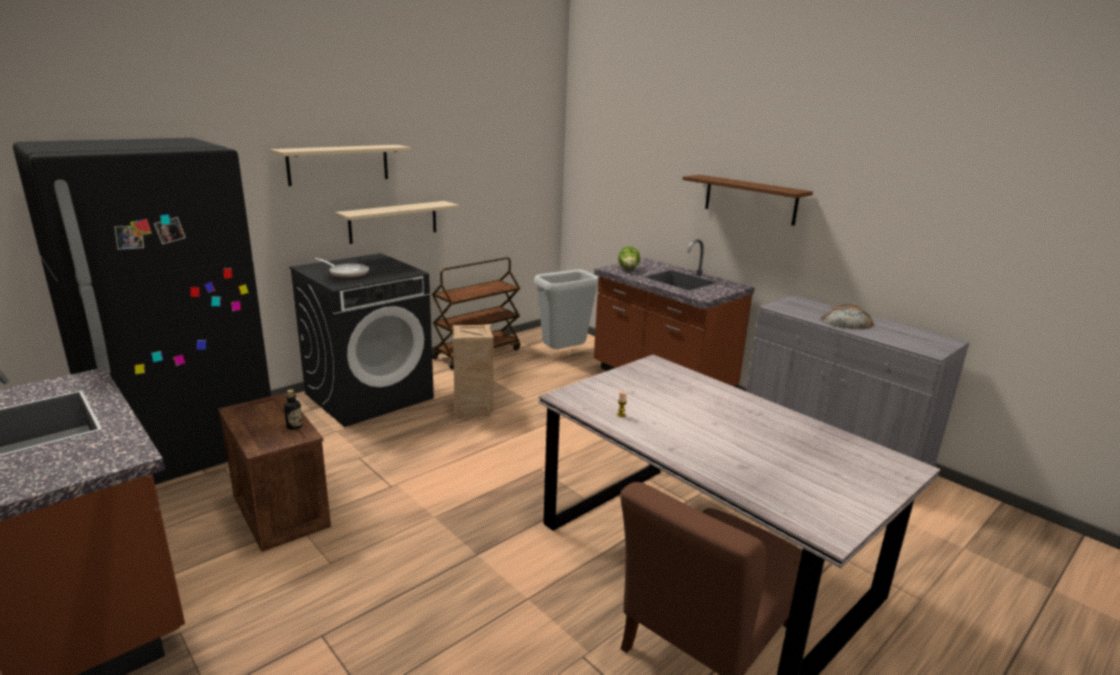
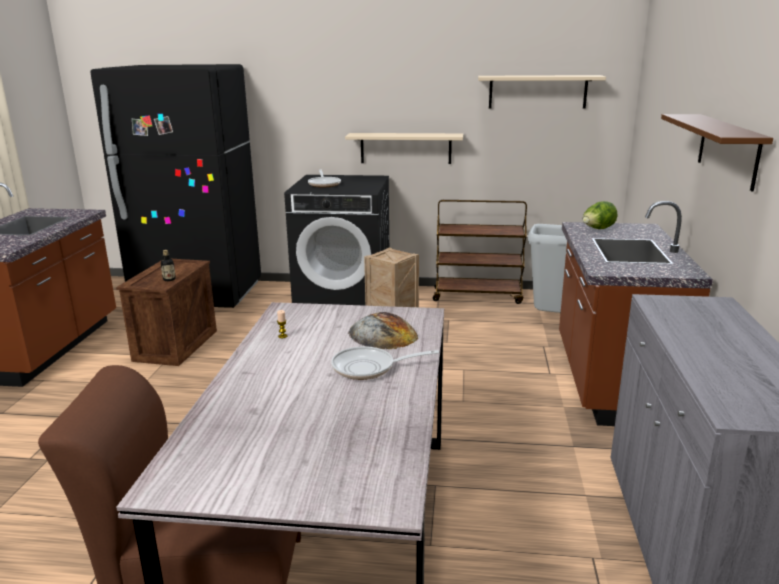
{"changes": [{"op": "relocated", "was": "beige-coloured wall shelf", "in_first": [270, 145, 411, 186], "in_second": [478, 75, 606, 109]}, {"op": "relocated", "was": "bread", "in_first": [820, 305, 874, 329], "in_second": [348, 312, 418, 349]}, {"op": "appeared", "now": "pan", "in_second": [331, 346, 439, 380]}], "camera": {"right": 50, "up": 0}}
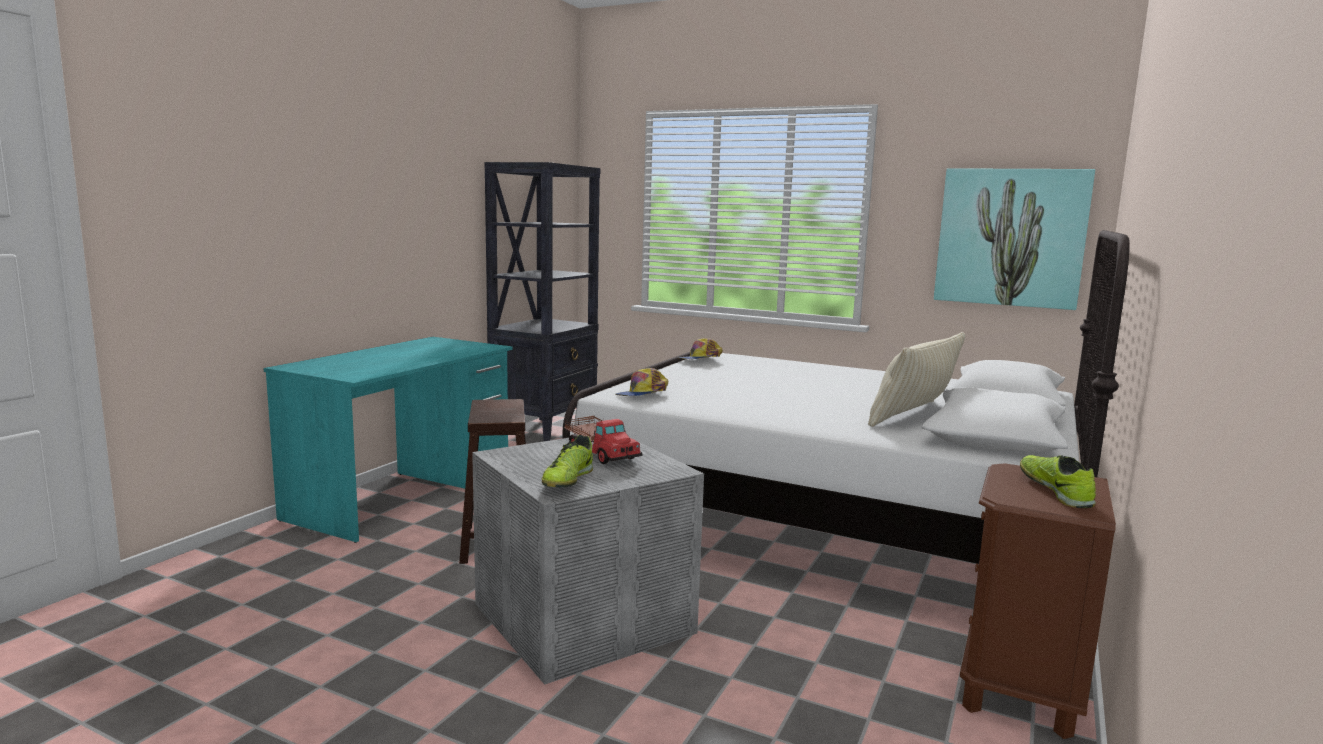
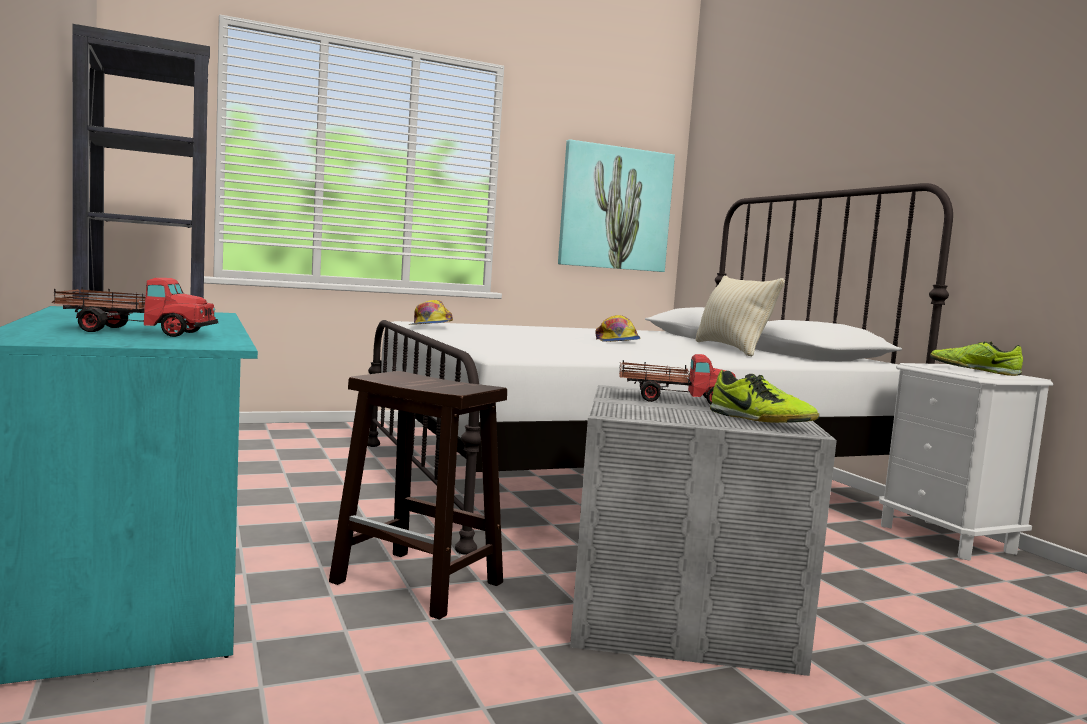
{"changes": [{"op": "relocated", "was": "baseball cap", "in_first": [615, 368, 668, 396], "in_second": [595, 315, 640, 342]}, {"op": "colour", "was": "brownish night table", "now": "white night table", "in_first": [960, 463, 1116, 739], "in_second": [879, 363, 1053, 561]}, {"op": "appeared", "now": "toy lorry", "in_second": [51, 278, 218, 337]}], "camera": {"right": -50, "up": -5}}
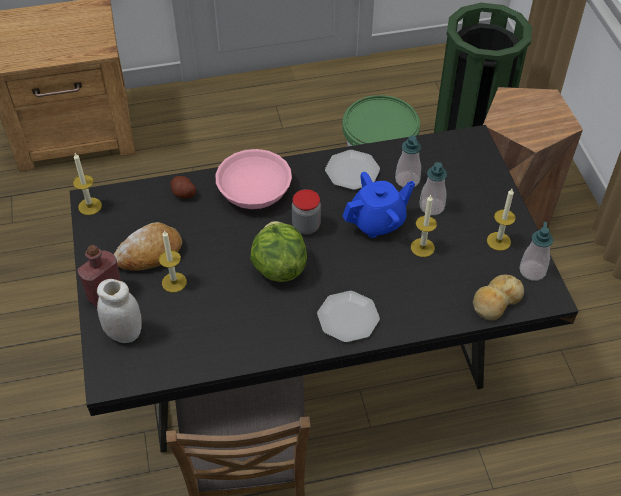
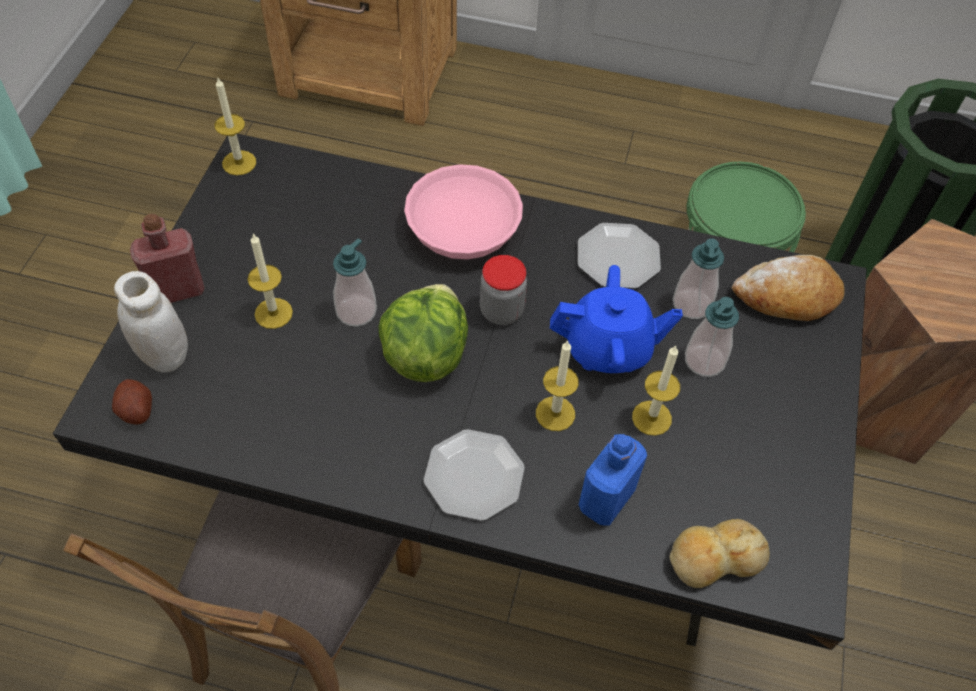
{"changes": [{"op": "relocated", "was": "bread", "in_first": [113, 222, 182, 271], "in_second": [732, 255, 845, 321]}, {"op": "relocated", "was": "whole potato", "in_first": [170, 176, 196, 199], "in_second": [112, 379, 152, 425]}, {"op": "relocated", "was": "wax candle", "in_first": [487, 189, 516, 251], "in_second": [536, 340, 579, 431]}, {"op": "relocated", "was": "liquid soap bottle", "in_first": [519, 222, 553, 281], "in_second": [333, 238, 377, 326]}, {"op": "appeared", "now": "blue drink bottle", "in_second": [579, 434, 647, 526]}], "camera": {"right": 25, "up": 5}}
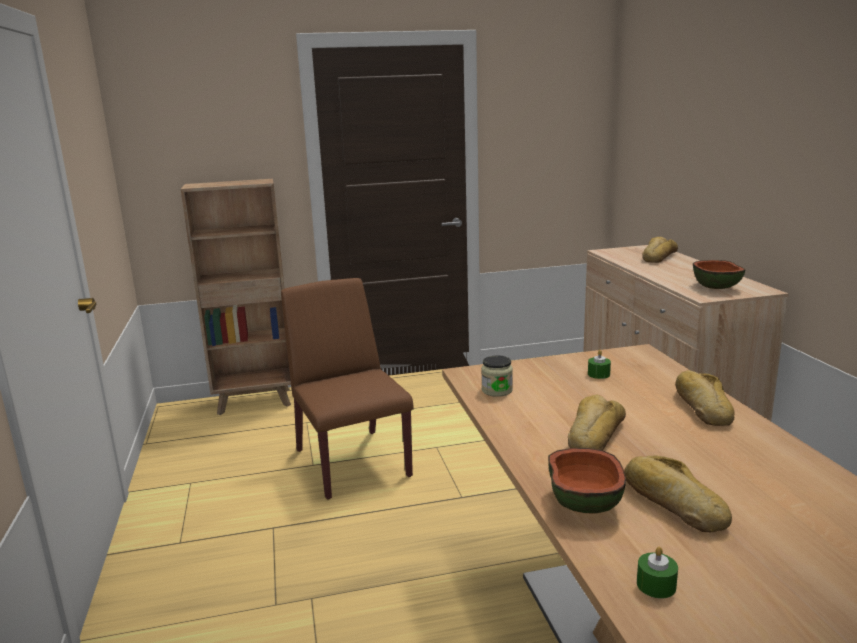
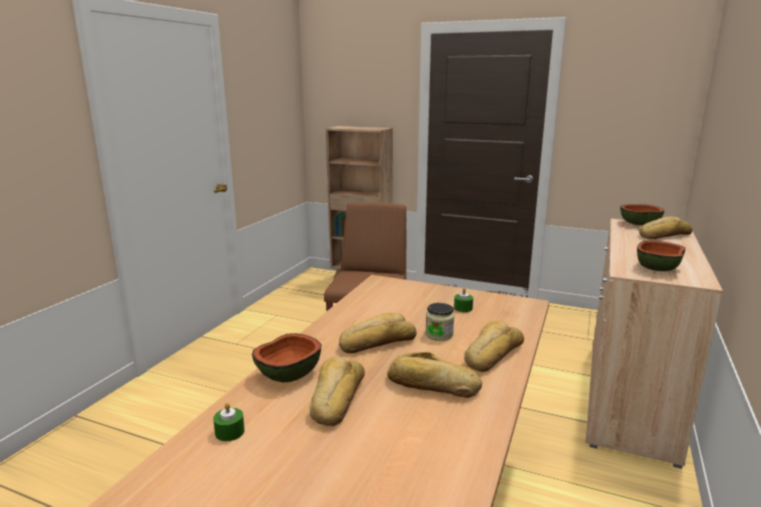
{"changes": [{"op": "relocated", "was": "storage jar", "in_first": [481, 355, 513, 397], "in_second": [425, 303, 454, 341]}, {"op": "appeared", "now": "bread", "in_second": [387, 352, 482, 398]}, {"op": "appeared", "now": "deep dish", "in_second": [620, 204, 664, 225]}], "camera": {"right": 35, "up": 0}}
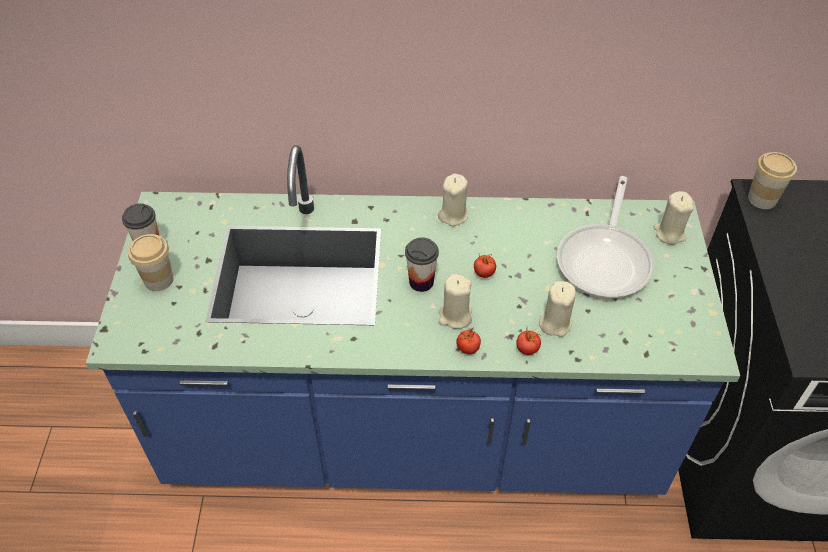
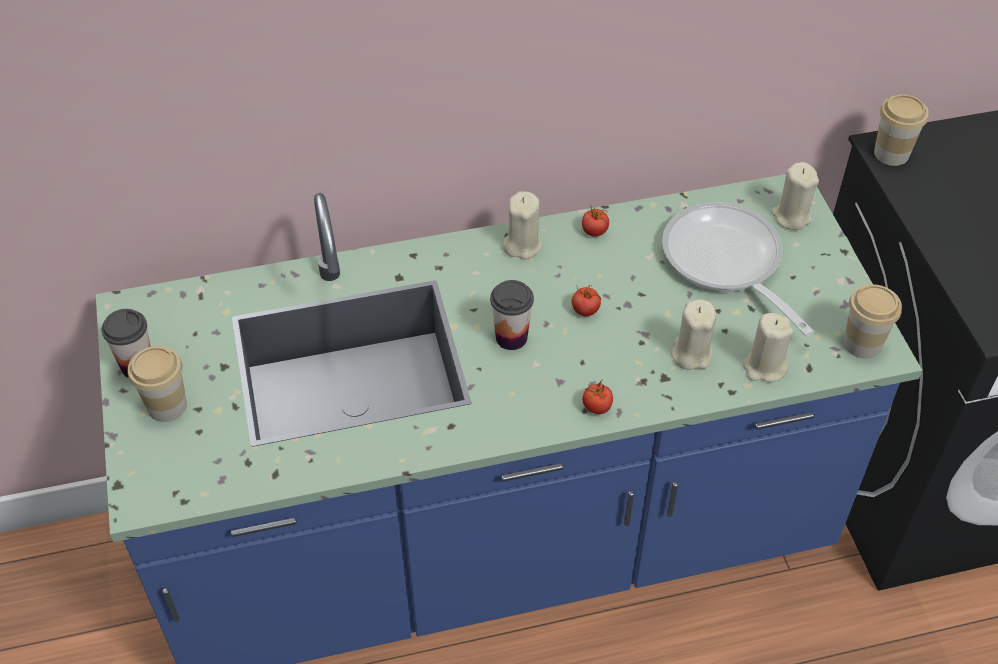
{"changes": [{"op": "relocated", "was": "beige-coloured wax candle", "in_first": [439, 274, 472, 329], "in_second": [743, 313, 793, 382]}, {"op": "relocated", "was": "fresh tomato", "in_first": [516, 330, 541, 355], "in_second": [582, 208, 609, 237]}, {"op": "spun", "was": "pan", "in_first": [557, 176, 654, 298], "in_second": [662, 202, 814, 336], "clockwise": 150}, {"op": "appeared", "now": "cup", "in_second": [844, 284, 902, 359]}], "camera": {"right": -15, "up": 0}}
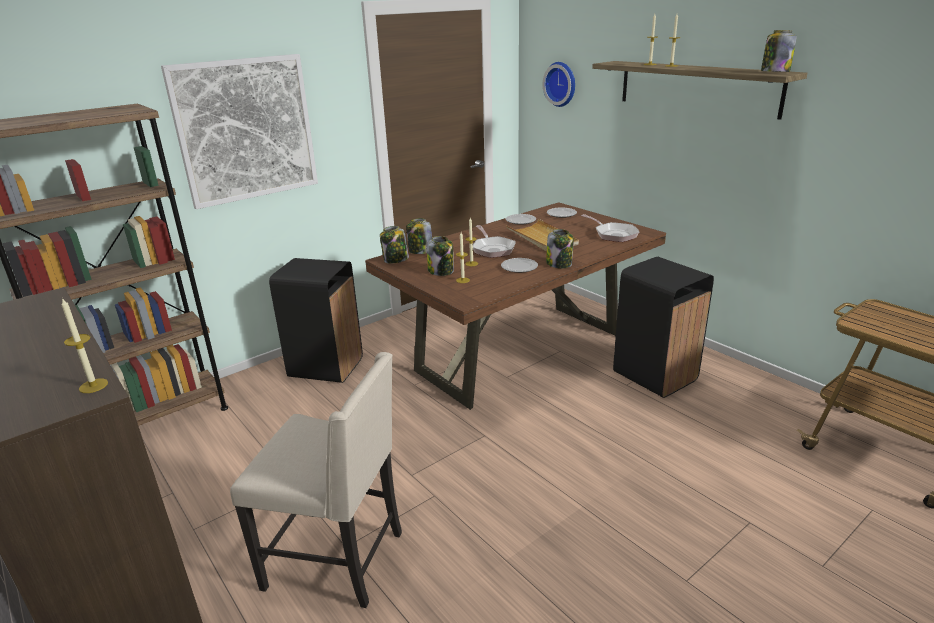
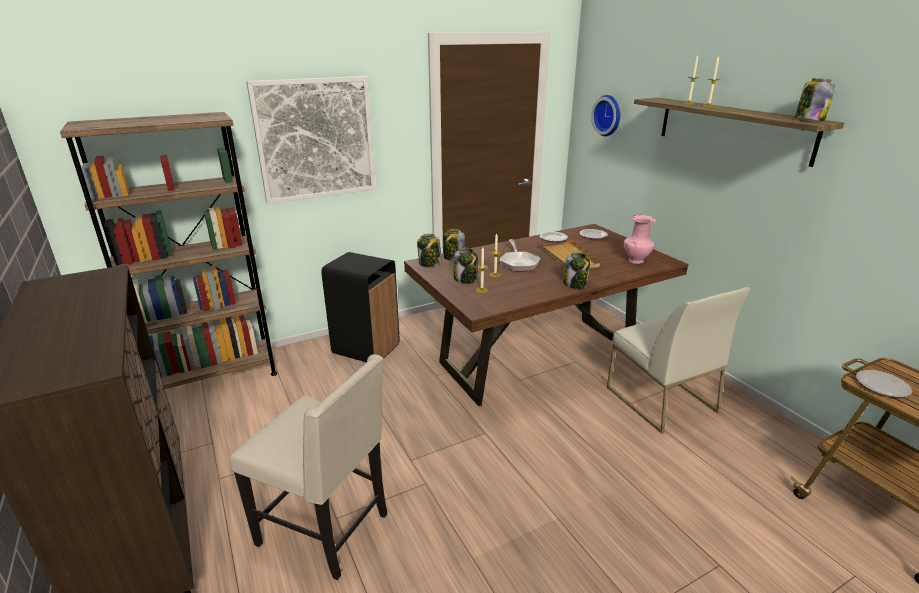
{"changes": [{"op": "missing", "was": "wax candle", "in_first": [61, 298, 108, 393]}, {"op": "relocated", "was": "dinner plate", "in_first": [501, 258, 538, 273], "in_second": [856, 370, 912, 397]}, {"op": "exchanged", "was": "pan", "now": "pink-coloured decorative vase", "in_first": [581, 214, 639, 242], "in_second": [624, 215, 656, 264]}, {"op": "exchanged", "was": "blackish trash can", "now": "white chair", "in_first": [613, 257, 714, 398], "in_second": [607, 287, 750, 434]}], "camera": {"right": 10, "up": 0}}
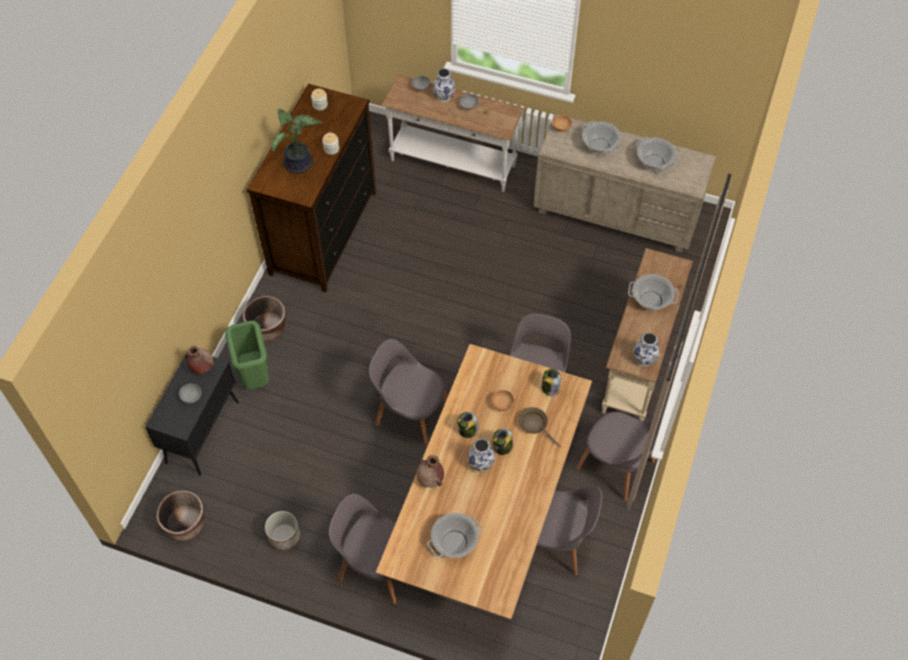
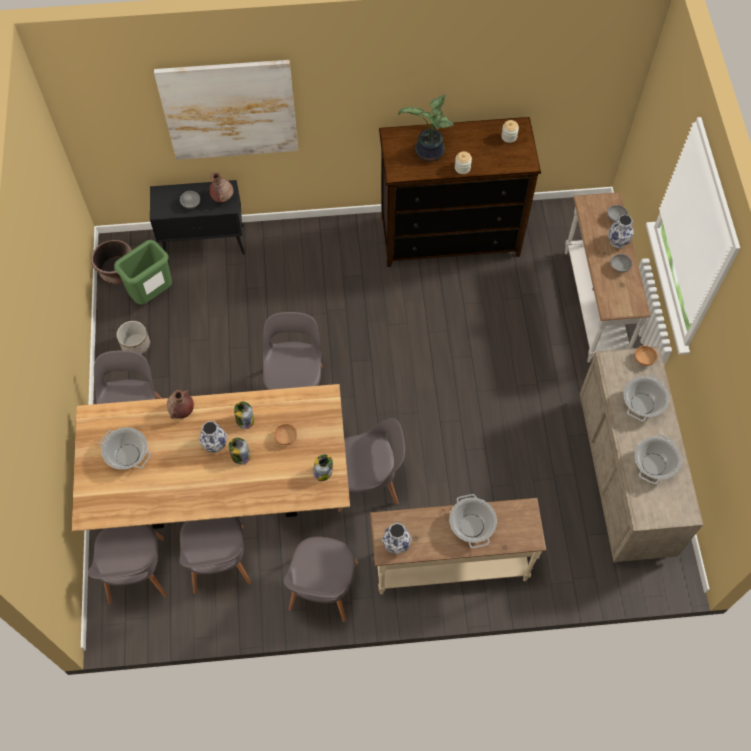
{"changes": [{"op": "relocated", "was": "green-coloured trash can", "in_first": [225, 321, 269, 389], "in_second": [114, 240, 172, 304]}, {"op": "missing", "was": "brownish plant pot", "in_first": [243, 296, 286, 341]}, {"op": "missing", "was": "brownish pan", "in_first": [518, 407, 561, 447]}, {"op": "appeared", "now": "greyish chair", "in_second": [88, 525, 167, 604]}, {"op": "appeared", "now": "picture", "in_second": [154, 60, 298, 160]}], "camera": {"right": 65, "up": 5}}
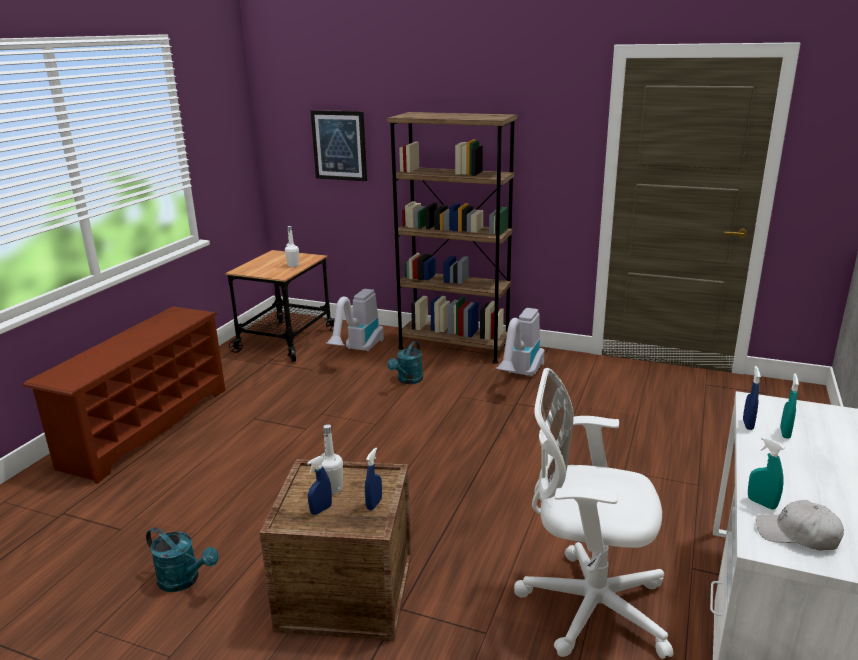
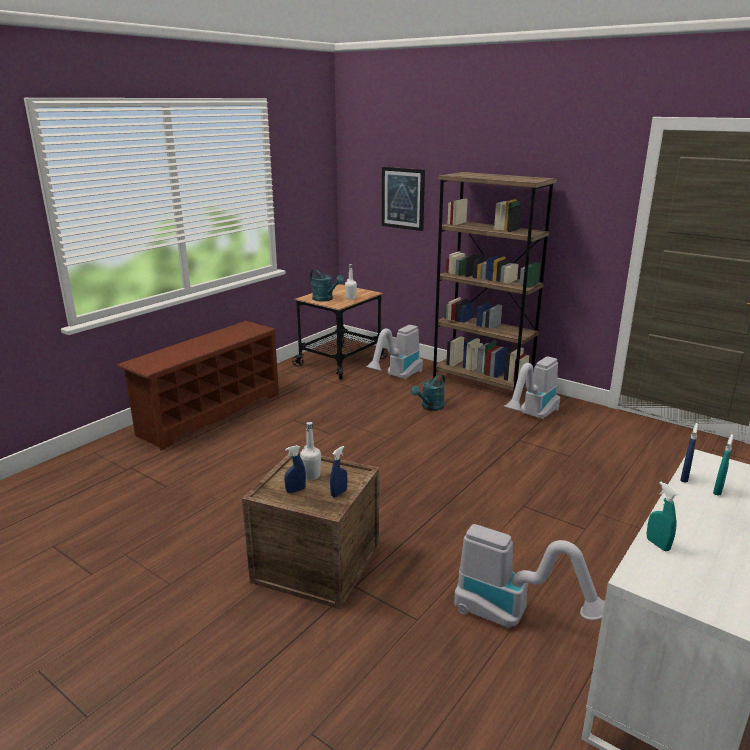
{"changes": [{"op": "relocated", "was": "turquoise watering can", "in_first": [146, 527, 219, 592], "in_second": [310, 269, 344, 302]}, {"op": "exchanged", "was": "white office chair", "now": "hoover", "in_first": [514, 368, 673, 659], "in_second": [454, 524, 605, 628]}, {"op": "missing", "was": "white baseball cap", "in_first": [756, 500, 844, 551]}], "camera": {"right": 15, "up": 0}}
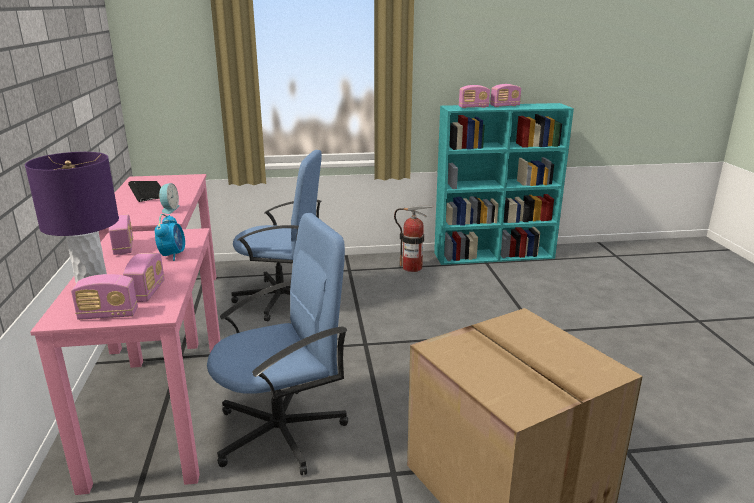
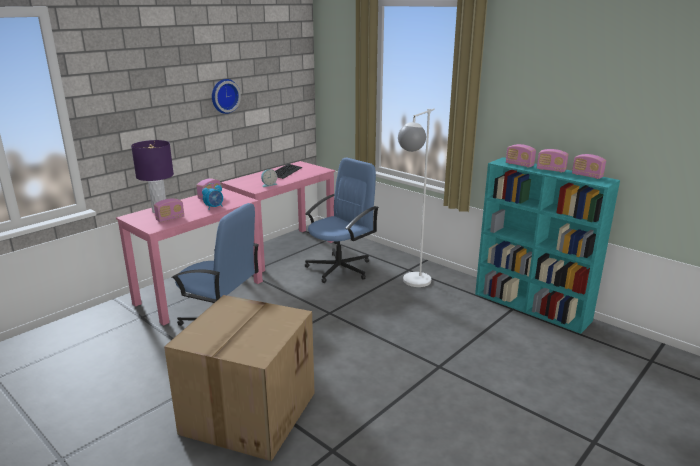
{"changes": [{"op": "relocated", "was": "radio", "in_first": [71, 274, 138, 320], "in_second": [572, 154, 606, 179]}, {"op": "spun", "was": "blue office chair", "in_first": [231, 150, 322, 322], "in_second": [305, 157, 379, 283], "clockwise": -105}, {"op": "missing", "was": "fire extinguisher", "in_first": [394, 206, 434, 272]}, {"op": "appeared", "now": "wall clock", "in_second": [212, 79, 241, 114]}, {"op": "appeared", "now": "white standard lamp", "in_second": [398, 109, 435, 287]}], "camera": {"right": 50, "up": 0}}
